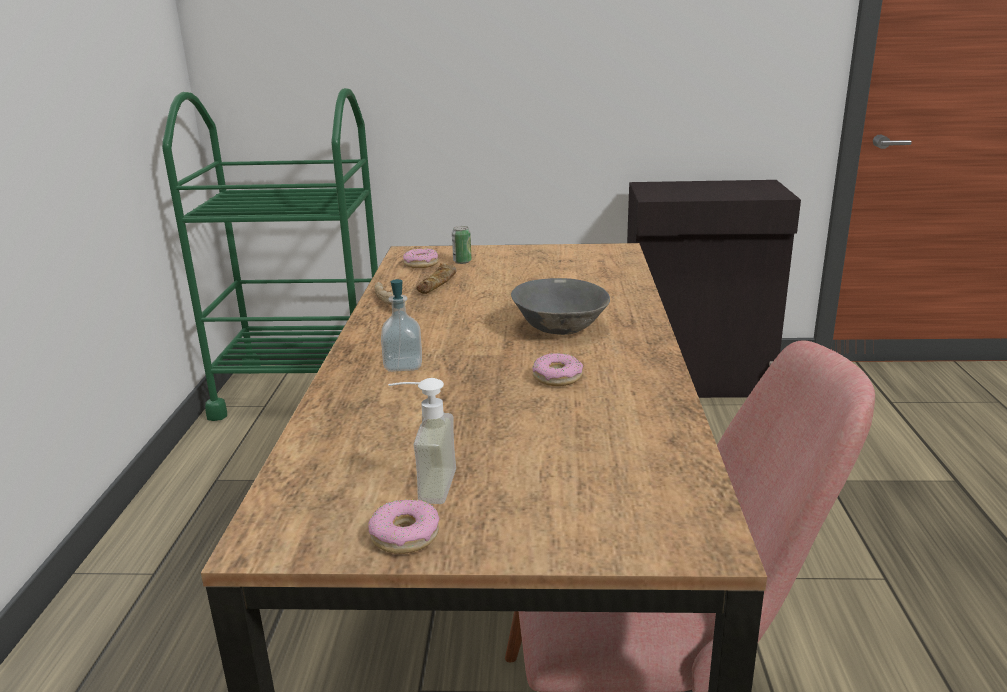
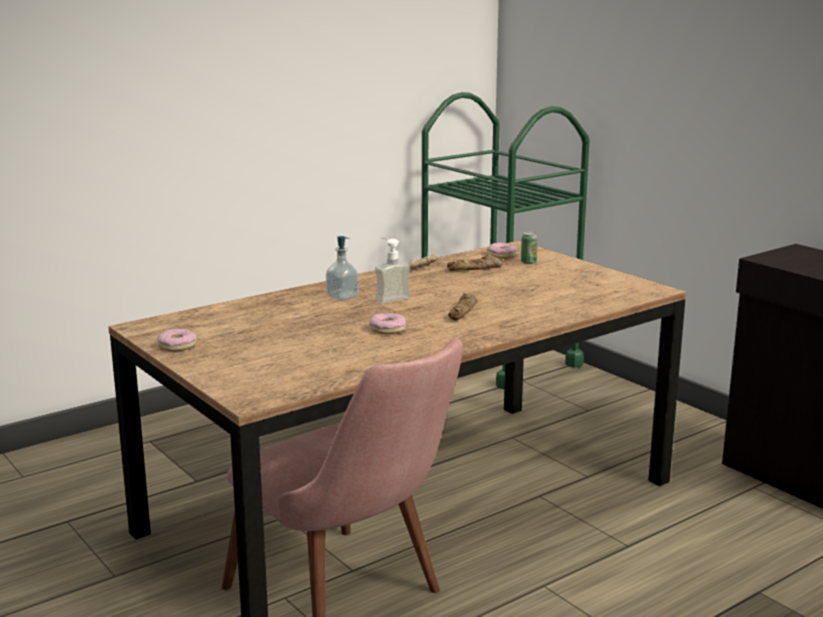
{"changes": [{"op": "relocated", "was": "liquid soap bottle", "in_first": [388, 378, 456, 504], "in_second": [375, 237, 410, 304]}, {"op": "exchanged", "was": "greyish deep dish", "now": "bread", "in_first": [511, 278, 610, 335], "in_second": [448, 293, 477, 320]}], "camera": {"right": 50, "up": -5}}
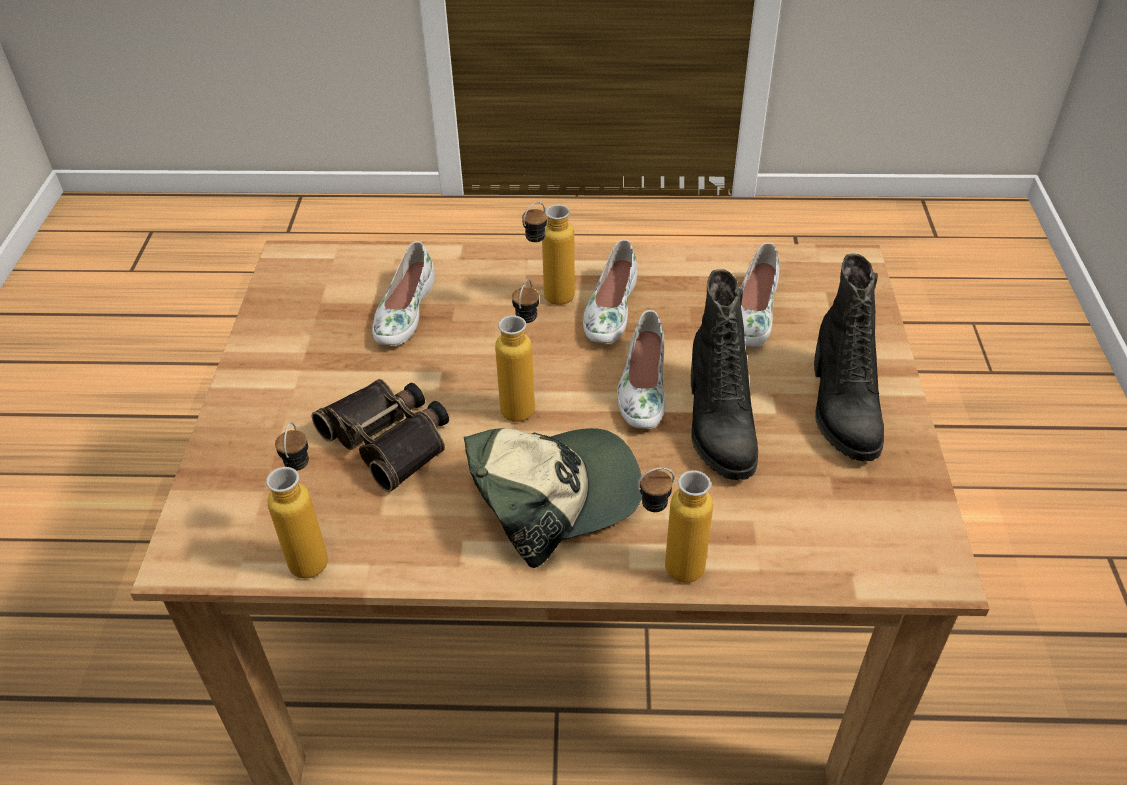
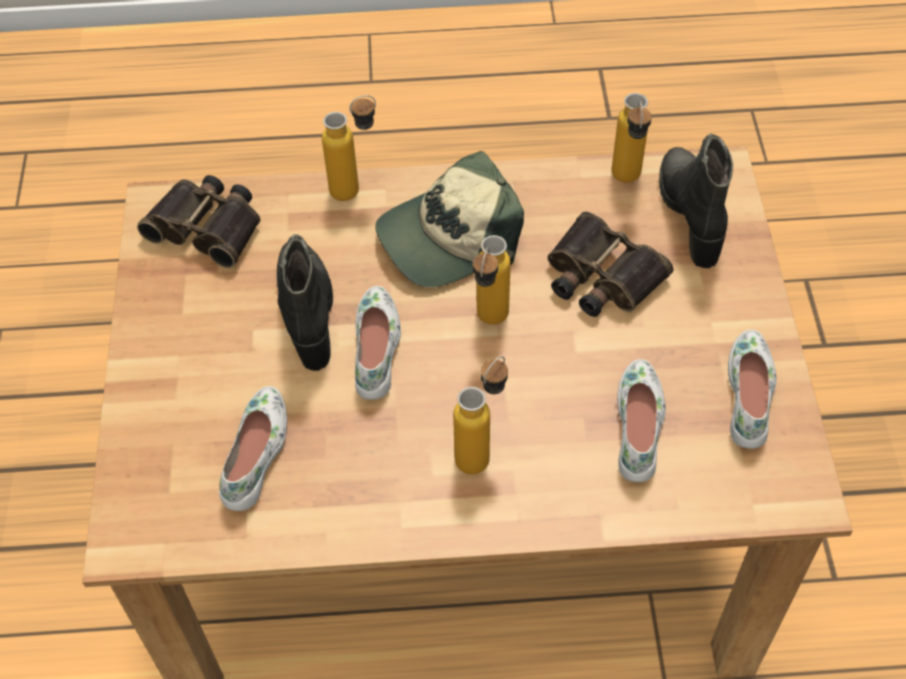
{"changes": [{"op": "relocated", "was": "white low shoe", "in_first": [583, 239, 638, 344], "in_second": [728, 330, 777, 449]}, {"op": "relocated", "was": "blackish boot", "in_first": [814, 254, 884, 462], "in_second": [659, 133, 733, 268]}, {"op": "appeared", "now": "binoculars", "in_second": [137, 175, 260, 268]}], "camera": {"right": 175, "up": 10}}
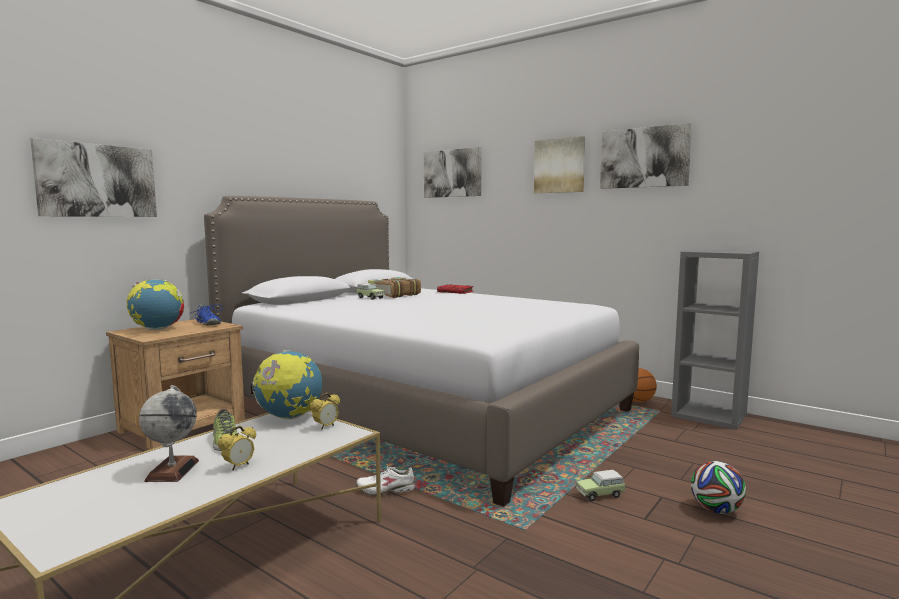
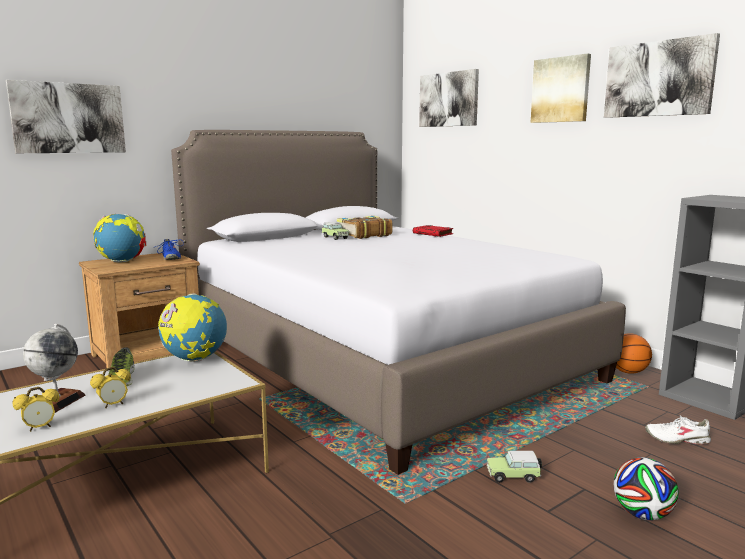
{"changes": [{"op": "relocated", "was": "bedside clock", "in_first": [310, 393, 340, 430], "in_second": [12, 387, 59, 432]}, {"op": "relocated", "was": "white low shoe", "in_first": [356, 466, 415, 496], "in_second": [645, 415, 711, 444]}], "camera": {"right": 15, "up": 5}}
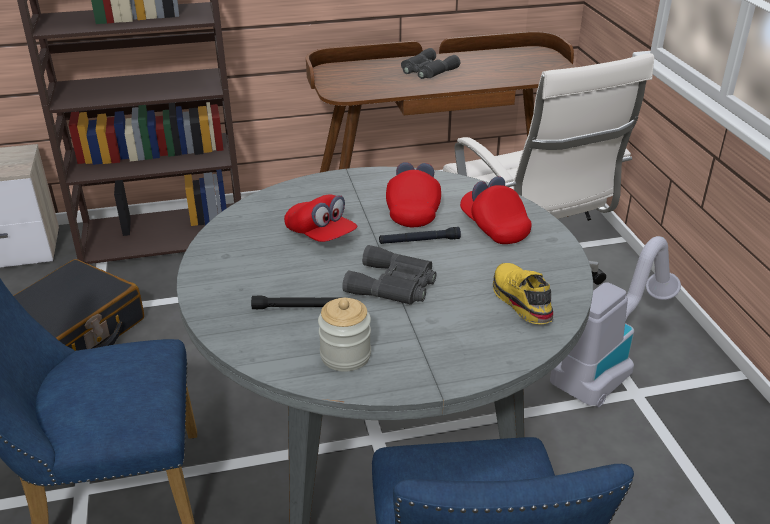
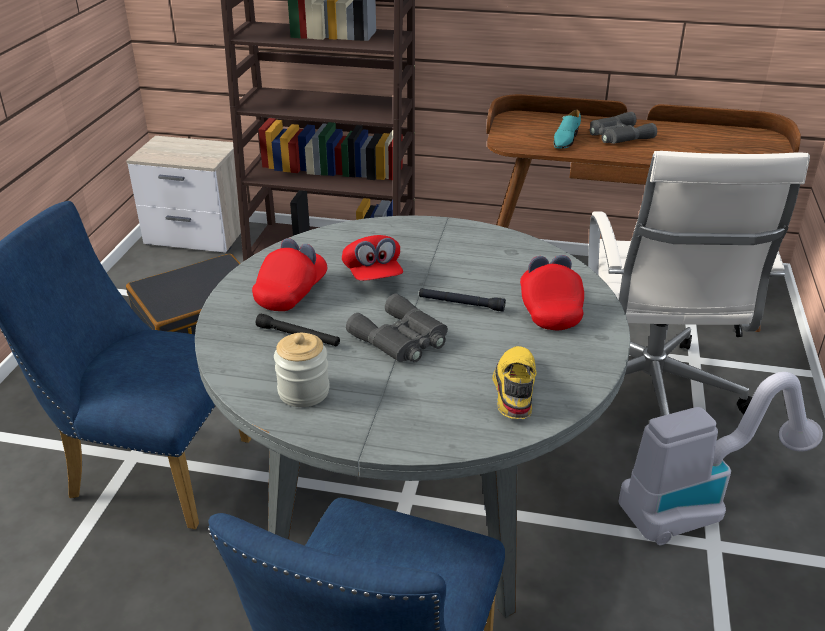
{"changes": [{"op": "relocated", "was": "red-coloured baseball cap", "in_first": [386, 162, 441, 228], "in_second": [252, 238, 327, 311]}, {"op": "appeared", "now": "turquoise low shoe", "in_second": [554, 110, 581, 149]}], "camera": {"right": 25, "up": 0}}
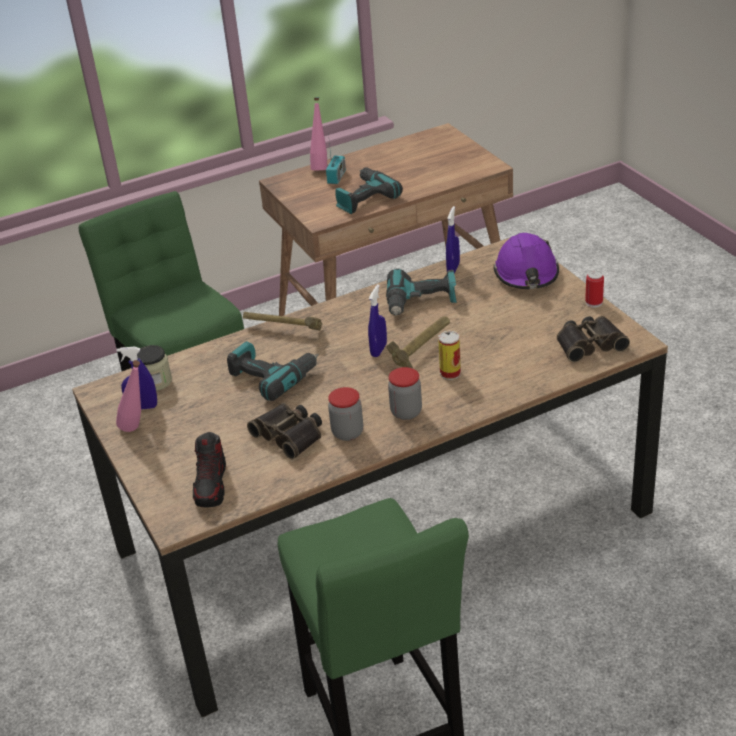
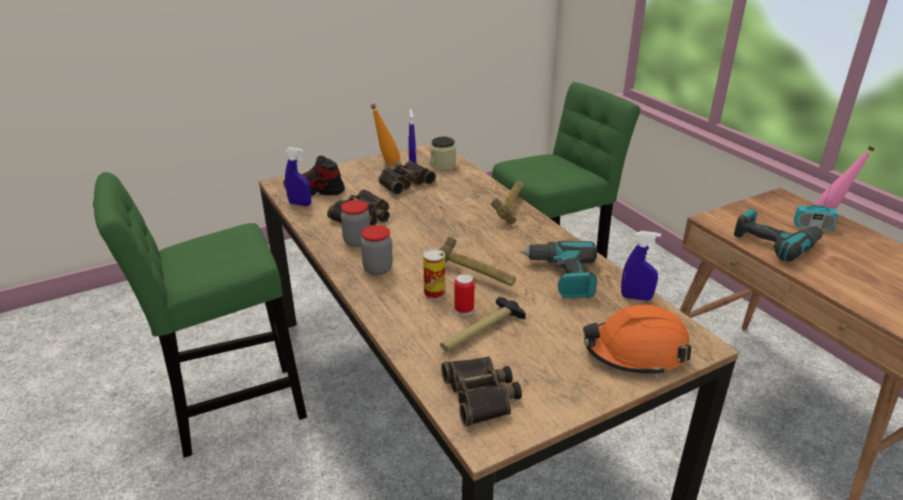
{"changes": [{"op": "colour", "was": "pink-coloured drink bottle", "now": "orangey drink bottle", "in_first": [116, 360, 141, 432], "in_second": [370, 104, 400, 164]}, {"op": "missing", "was": "drill", "in_first": [227, 341, 319, 401]}, {"op": "relocated", "was": "blue hand sprayer", "in_first": [368, 284, 387, 357], "in_second": [285, 147, 311, 206]}, {"op": "colour", "was": "purple-coloured hard hat", "now": "orangey hard hat", "in_first": [493, 233, 559, 289], "in_second": [583, 305, 691, 376]}, {"op": "relocated", "was": "sealed can", "in_first": [585, 270, 604, 308], "in_second": [454, 274, 475, 315]}, {"op": "appeared", "now": "binoculars", "in_second": [379, 161, 436, 195]}, {"op": "appeared", "now": "tool hammer", "in_second": [440, 297, 526, 352]}], "camera": {"right": 85, "up": -5}}
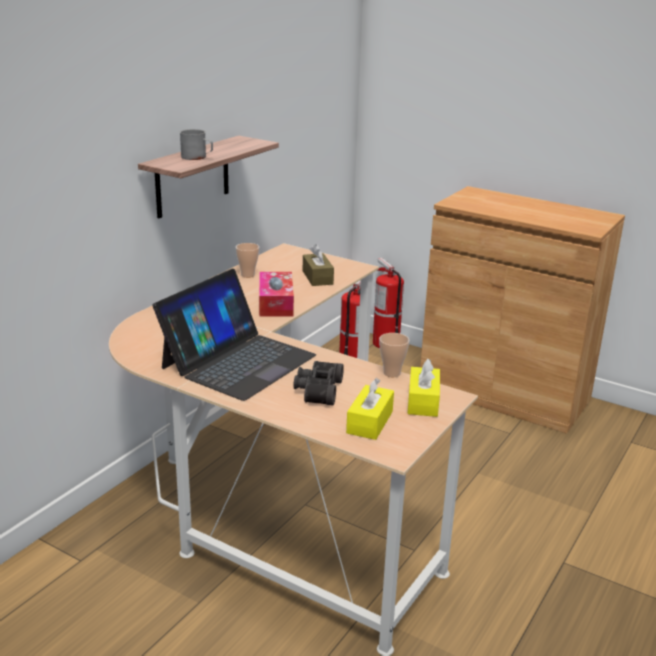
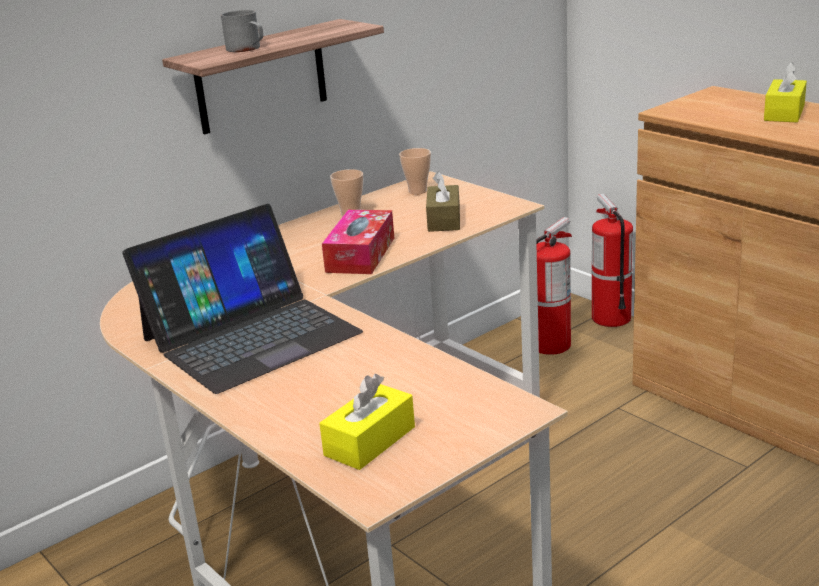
{"changes": [{"op": "missing", "was": "blackish binoculars", "in_first": [293, 361, 344, 406]}, {"op": "relocated", "was": "cup", "in_first": [379, 333, 410, 377], "in_second": [399, 148, 431, 195]}, {"op": "relocated", "was": "yellow tissue box", "in_first": [407, 359, 440, 417], "in_second": [764, 62, 807, 122]}], "camera": {"right": 20, "up": 0}}
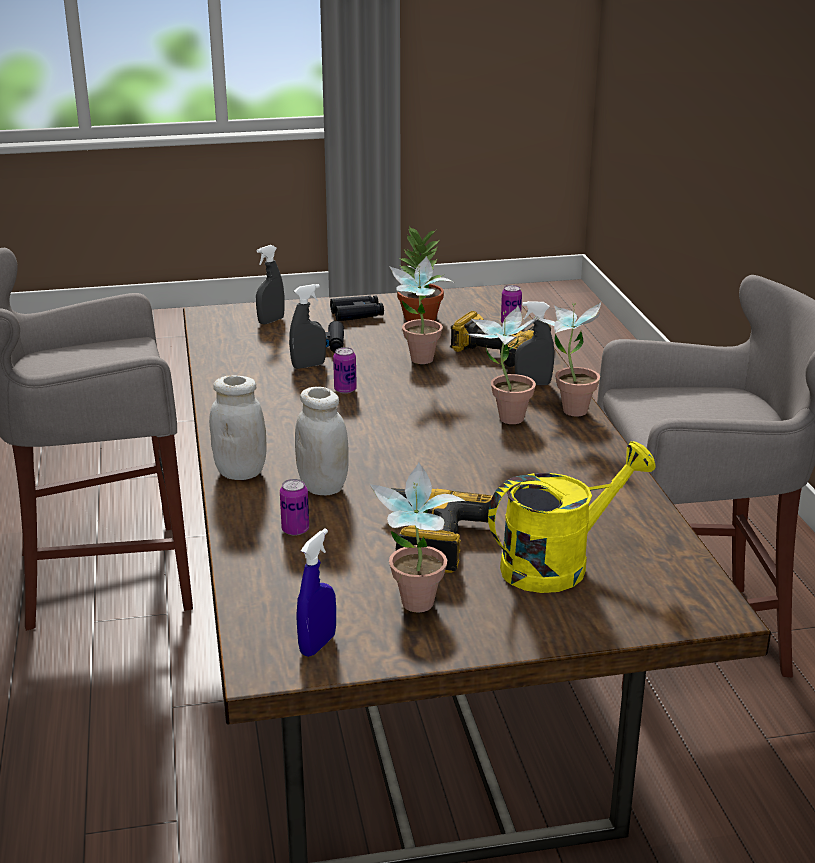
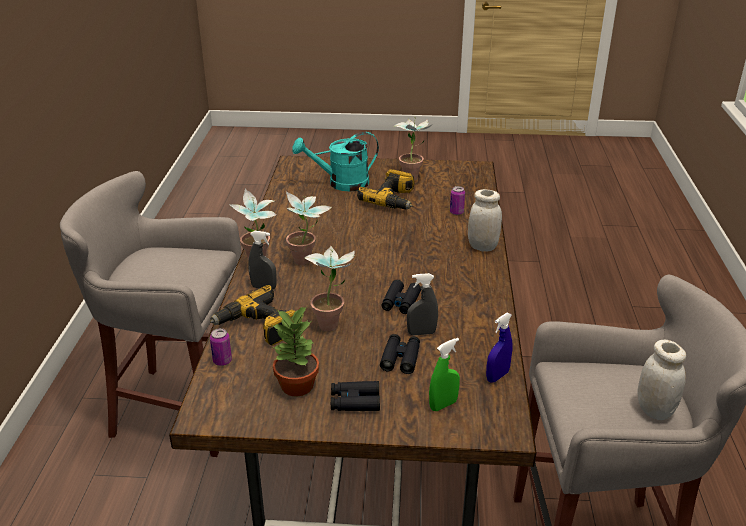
{"changes": [{"op": "colour", "was": "greyish hand sprayer", "now": "green-coloured hand sprayer", "in_first": [256, 245, 284, 324], "in_second": [429, 338, 460, 411]}, {"op": "relocated", "was": "white storage jar", "in_first": [295, 387, 348, 496], "in_second": [637, 340, 686, 420]}, {"op": "relocated", "was": "blue hand sprayer", "in_first": [296, 528, 336, 657], "in_second": [486, 313, 512, 383]}, {"op": "exchanged", "was": "sealed can", "now": "blackish binoculars", "in_first": [333, 347, 357, 394], "in_second": [381, 280, 421, 314]}, {"op": "colour", "was": "yellow watering can", "now": "turquoise watering can", "in_first": [488, 441, 656, 593], "in_second": [292, 132, 379, 191]}], "camera": {"right": -165, "up": 5}}
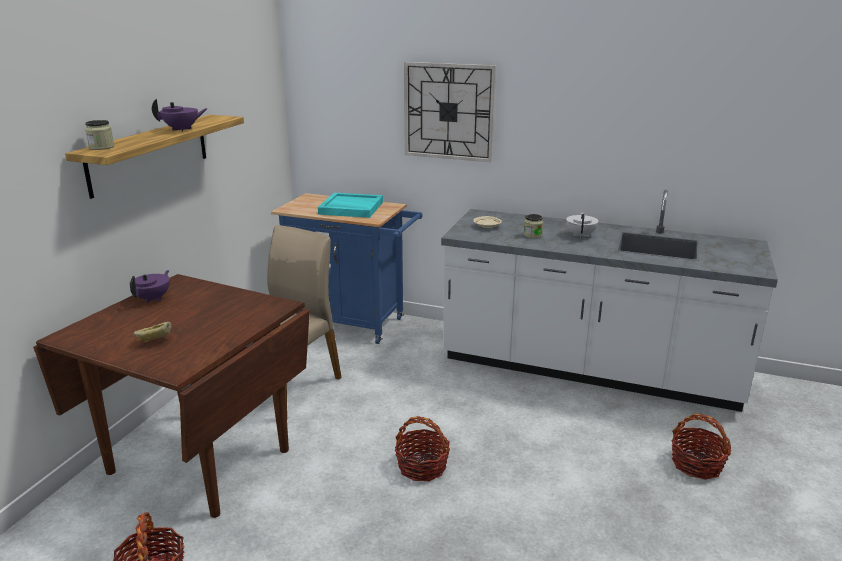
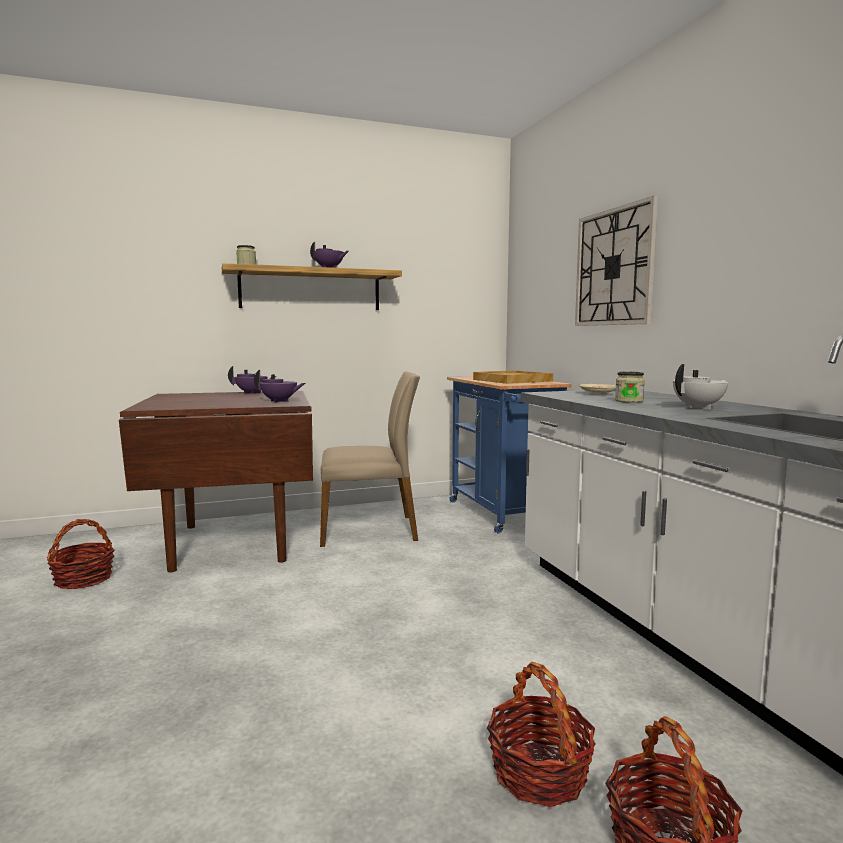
{"changes": [{"op": "missing", "was": "bread", "in_first": [134, 322, 172, 342]}, {"op": "colour", "was": "turquoise serving tray", "now": "beige-coloured serving tray", "in_first": [318, 193, 383, 218], "in_second": [473, 370, 553, 384]}, {"op": "relocated", "was": "basket", "in_first": [395, 416, 450, 481], "in_second": [487, 662, 596, 807]}, {"op": "appeared", "now": "purple-coloured teapot", "in_second": [254, 370, 305, 403]}], "camera": {"right": 50, "up": -15}}
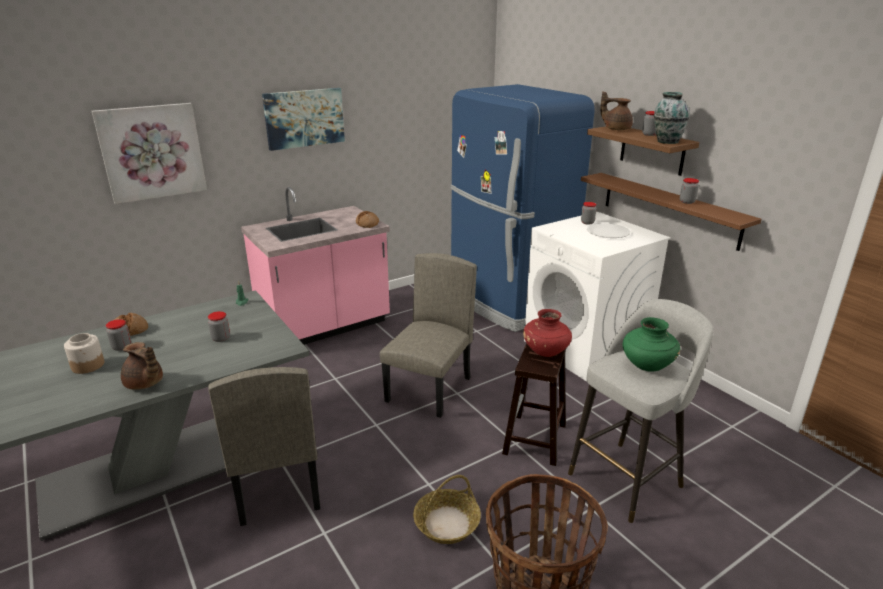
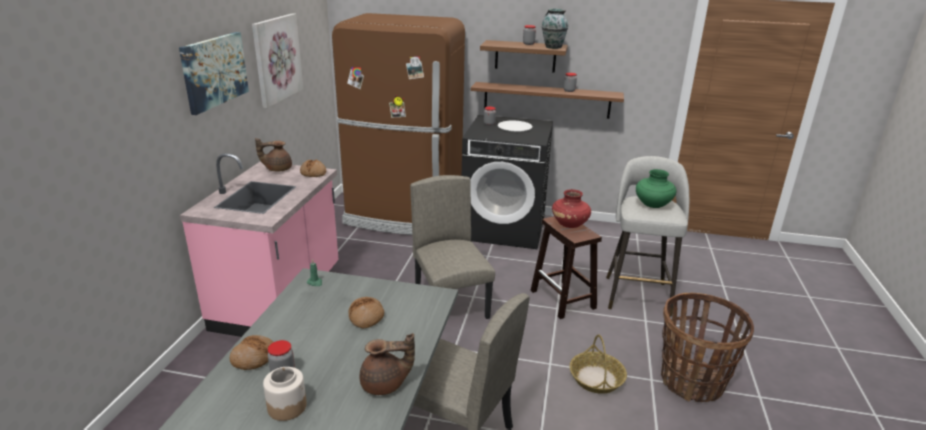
{"changes": [{"op": "relocated", "was": "picture", "in_first": [92, 103, 207, 204], "in_second": [252, 13, 303, 108]}, {"op": "exchanged", "was": "storage jar", "now": "bread", "in_first": [208, 311, 230, 342], "in_second": [349, 297, 384, 328]}, {"op": "colour", "was": "blue fridge", "now": "brownish fridge", "in_first": [451, 84, 595, 332], "in_second": [332, 13, 465, 235]}, {"op": "colour", "was": "white laundry machine", "now": "blackish laundry machine", "in_first": [524, 212, 671, 382], "in_second": [462, 115, 553, 249]}, {"op": "relocated", "was": "brownish teapot", "in_first": [600, 91, 633, 130], "in_second": [255, 138, 292, 171]}], "camera": {"right": -45, "up": 0}}
